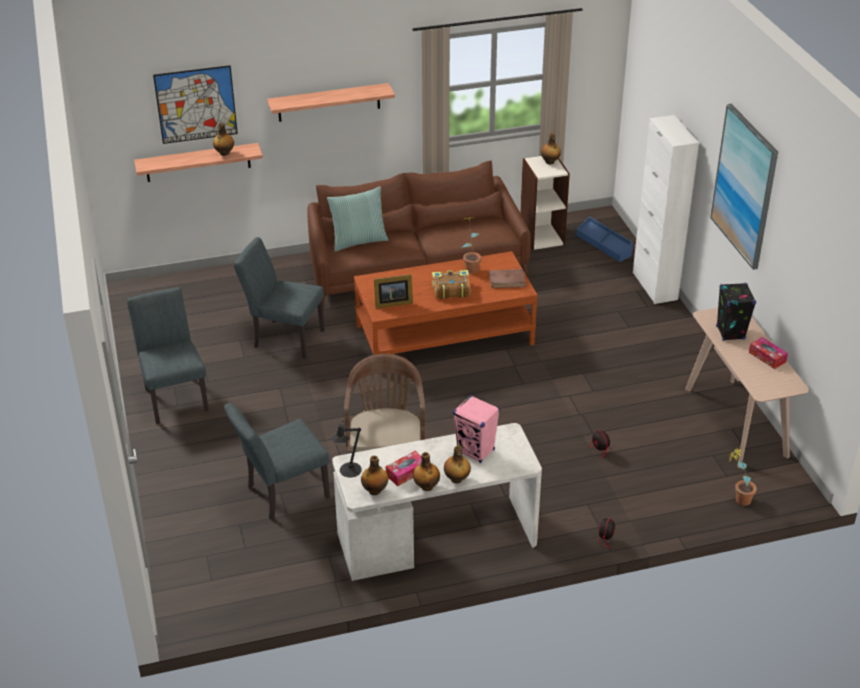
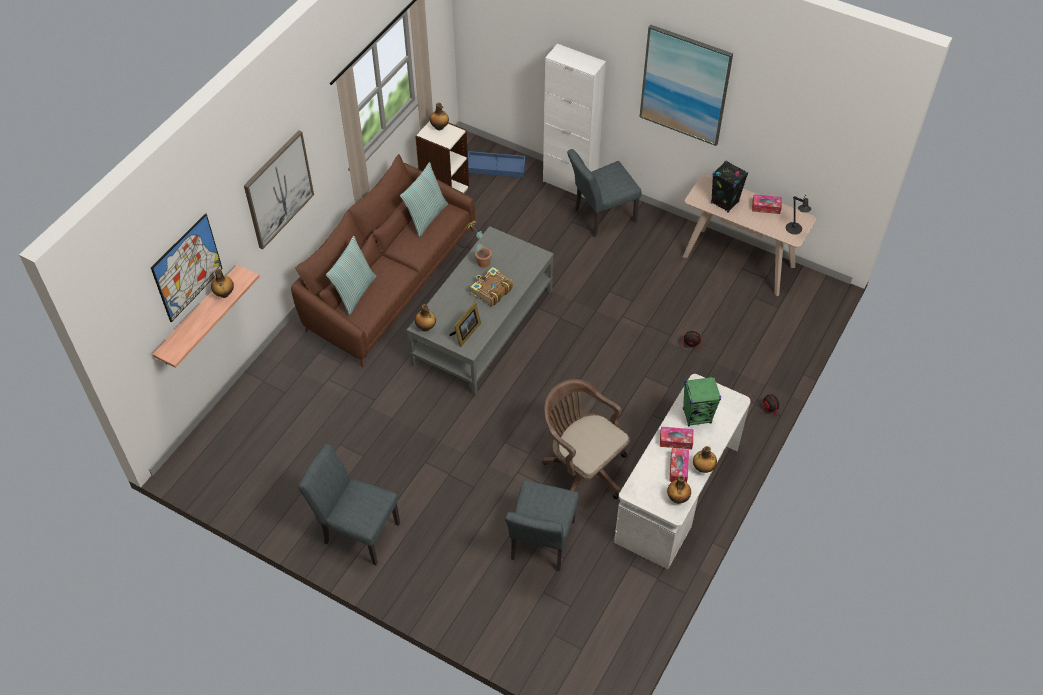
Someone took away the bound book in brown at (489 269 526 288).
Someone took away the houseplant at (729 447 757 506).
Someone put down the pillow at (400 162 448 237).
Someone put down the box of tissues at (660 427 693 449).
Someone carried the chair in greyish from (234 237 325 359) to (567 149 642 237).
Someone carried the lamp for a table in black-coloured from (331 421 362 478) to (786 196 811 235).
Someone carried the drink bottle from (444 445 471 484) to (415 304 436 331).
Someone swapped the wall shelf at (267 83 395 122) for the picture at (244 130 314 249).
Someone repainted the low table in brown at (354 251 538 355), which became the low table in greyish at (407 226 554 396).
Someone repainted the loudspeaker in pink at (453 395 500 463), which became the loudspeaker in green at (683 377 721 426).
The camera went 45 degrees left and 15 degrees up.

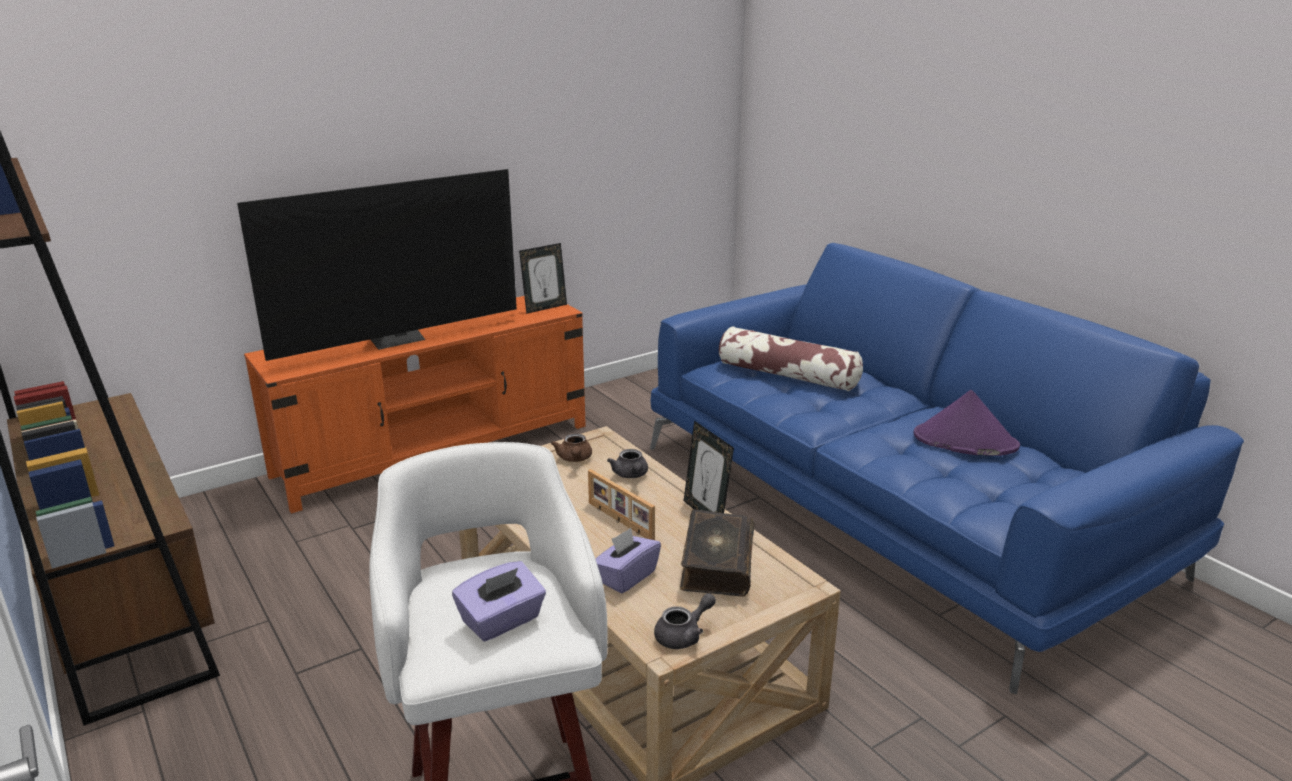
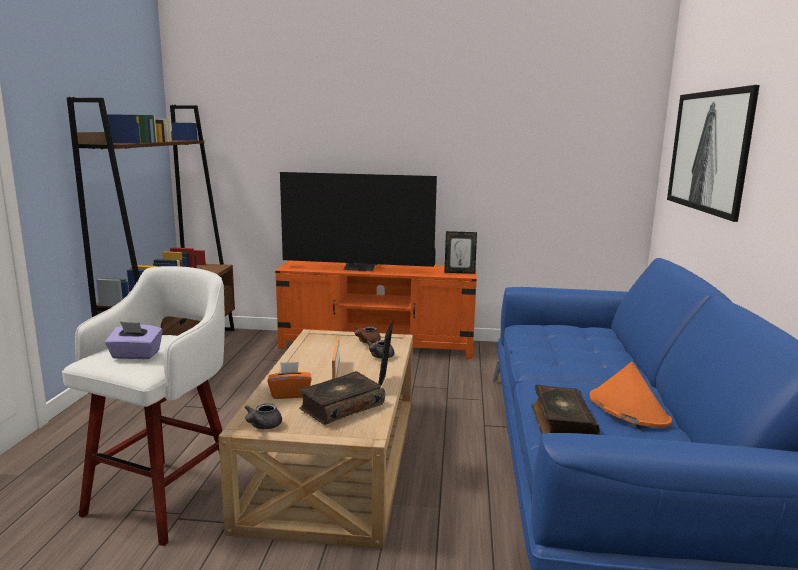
Someone took away the pillow at (719 326 863 391).
Someone put down the bound book at (532 385 600 435).
Someone put up the picture at (667 85 760 222).
Someone repainted the box of tissues in purplish at (596 528 661 593), which became the box of tissues in orangey at (268 362 312 399).
Someone repainted the clothing hat in purplish at (913 390 1020 456), which became the clothing hat in orangey at (589 362 672 428).
Someone rotated the pot for tea in greyish at (654 593 716 649) by 105 degrees clockwise.
The camera went 40 degrees right and 10 degrees down.

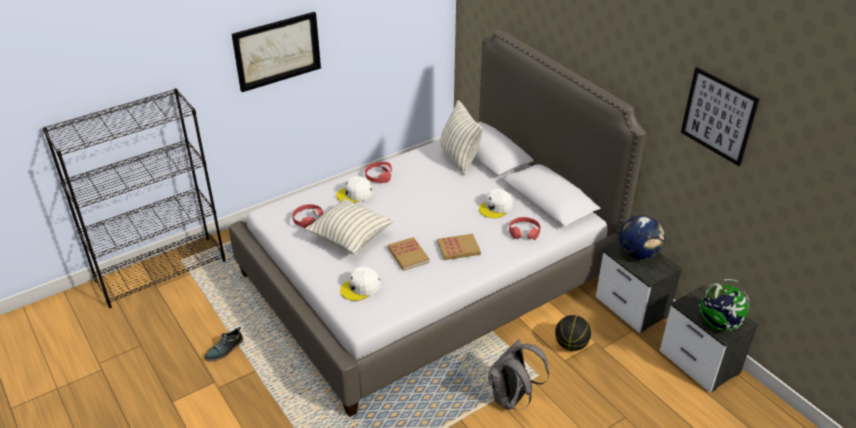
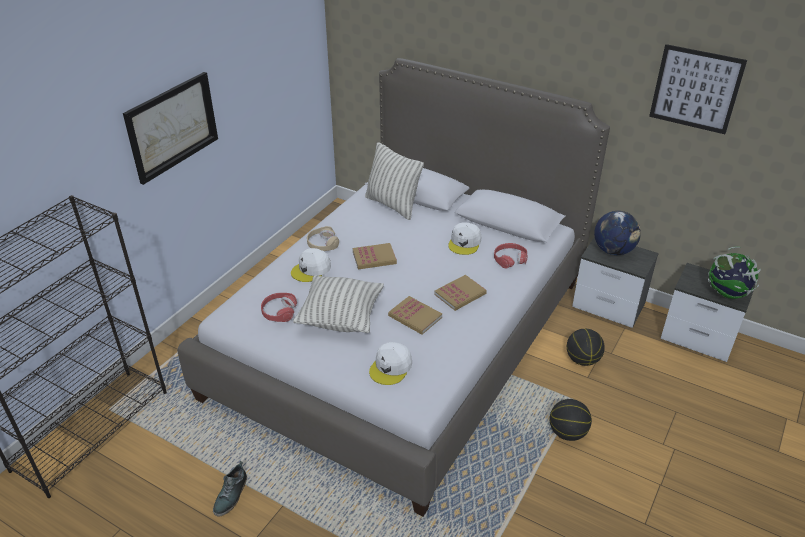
Someone put down the bound book at (353 243 397 269).
Someone swapped the backpack in greyish at (488 339 549 410) for the ball for basketball at (550 399 592 441).
Someone repainted the headset in red-coloured at (365 162 392 183), which became the headset in beige-coloured at (307 226 339 251).
The camera went 25 degrees left and 0 degrees up.

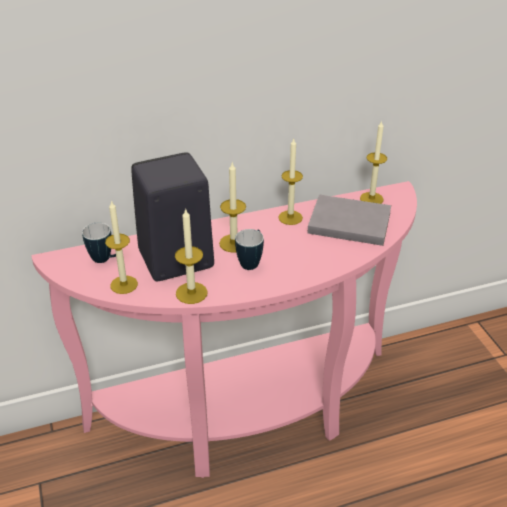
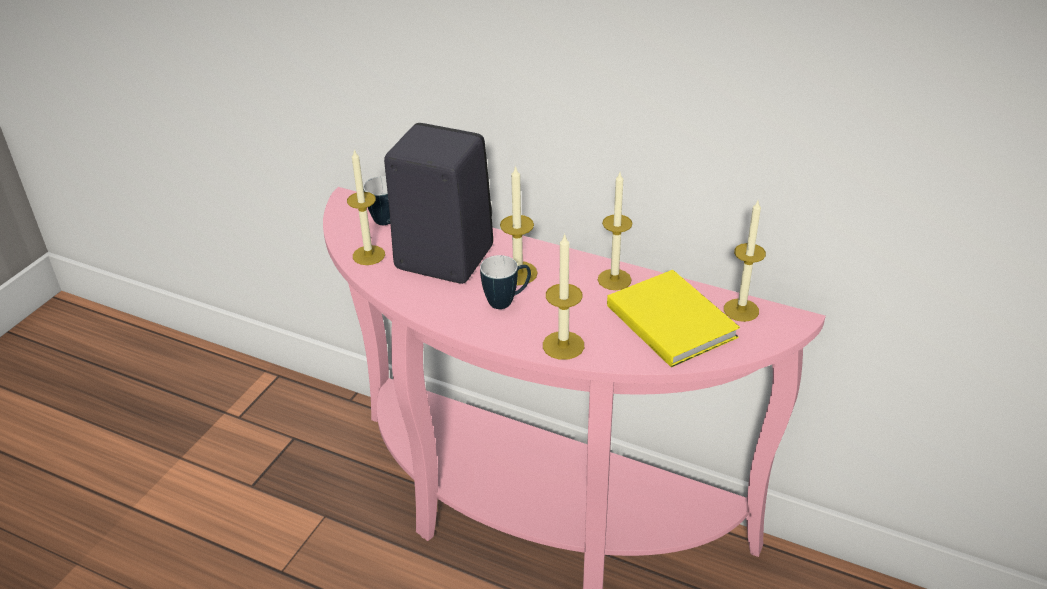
Someone carried the wax candle from (175 208 208 304) to (543 234 584 360).
Someone repainted the bound book in greyish at (308 195 391 246), which became the bound book in yellow-coloured at (607 270 740 367).
The camera went 45 degrees right and 0 degrees up.

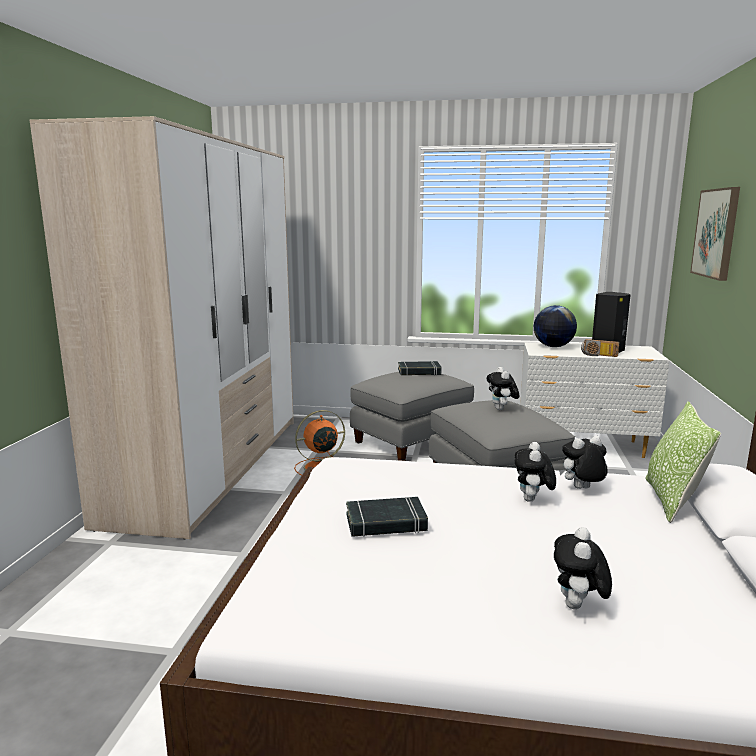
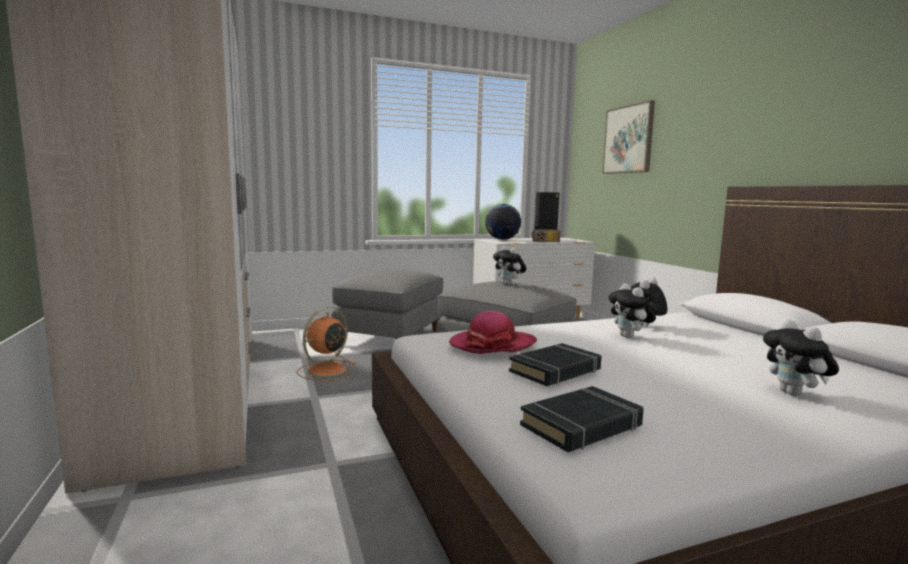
Someone took away the pillow at (646 401 721 523).
Someone put down the clothing hat at (449 311 537 354).
Someone carried the bound book in black-coloured from (398 361 442 376) to (520 386 644 452).
The camera went 30 degrees left and 5 degrees down.

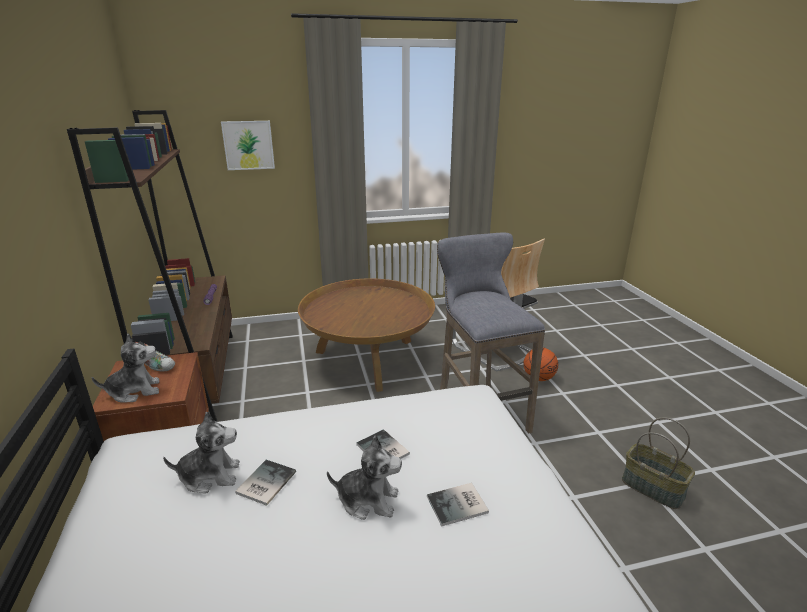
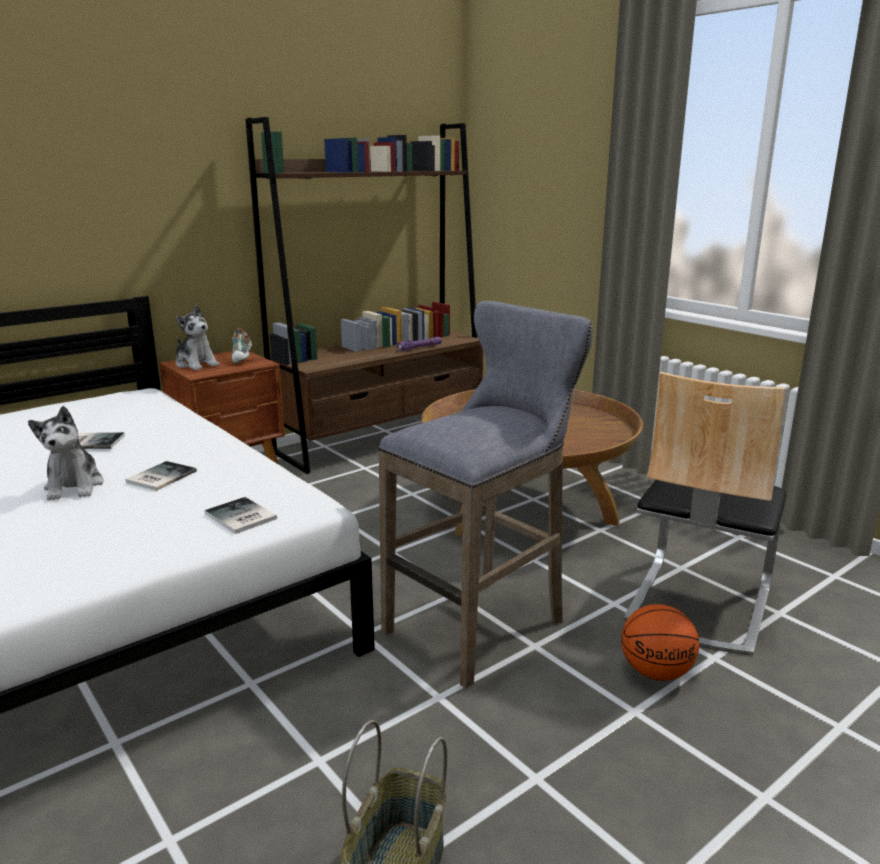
Someone took away the plush toy at (163 412 240 494).
Someone took away the picture at (221 121 275 170).
Someone carried the bound book from (427 483 489 527) to (205 497 277 534).
The camera went 65 degrees right and 5 degrees down.

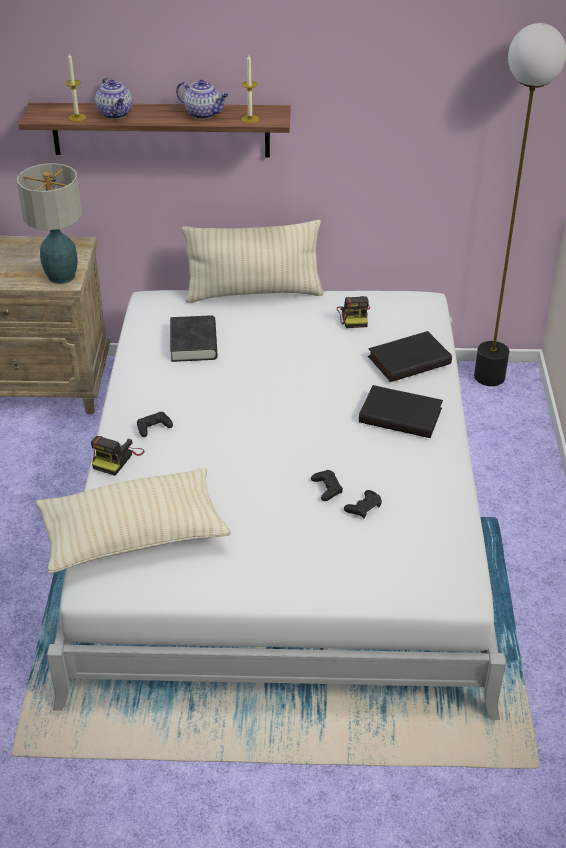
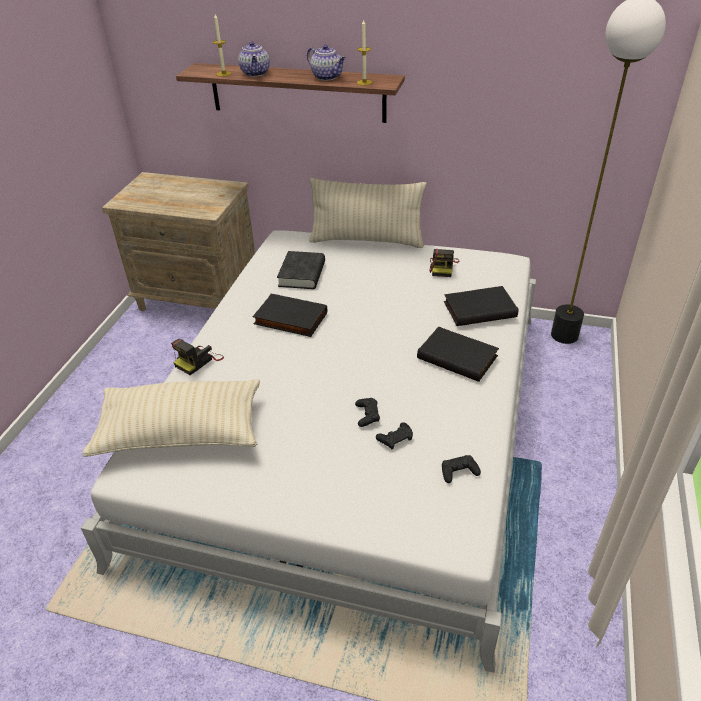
Someone took away the lamp for a table at (17 163 82 284).
Someone put down the bound book in black-coloured at (253 294 327 337).
Someone carried the gamepad in black-coloured from (137 412 173 437) to (442 455 481 483).
The camera went 15 degrees right and 0 degrees up.

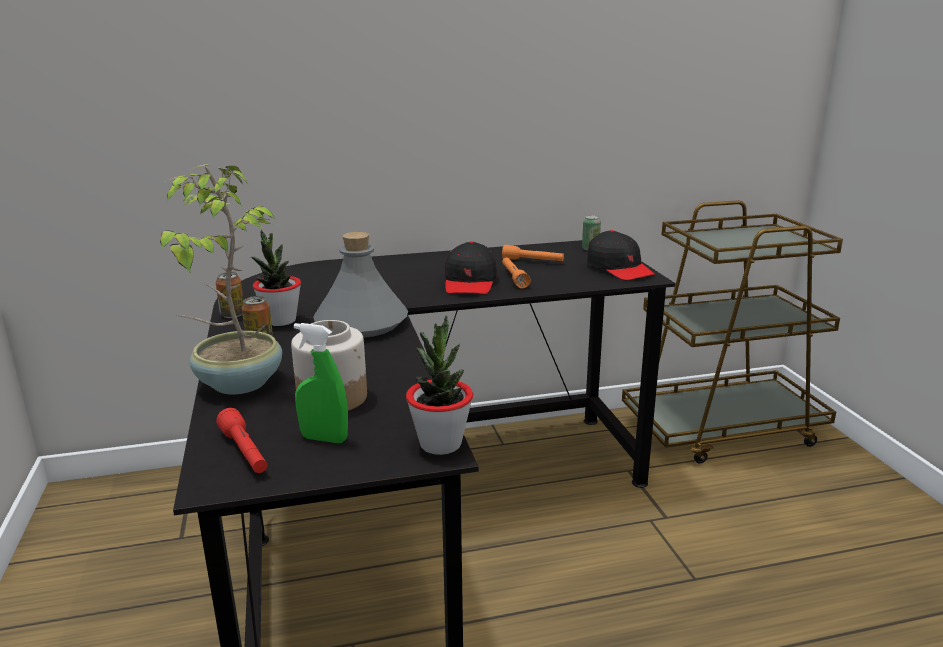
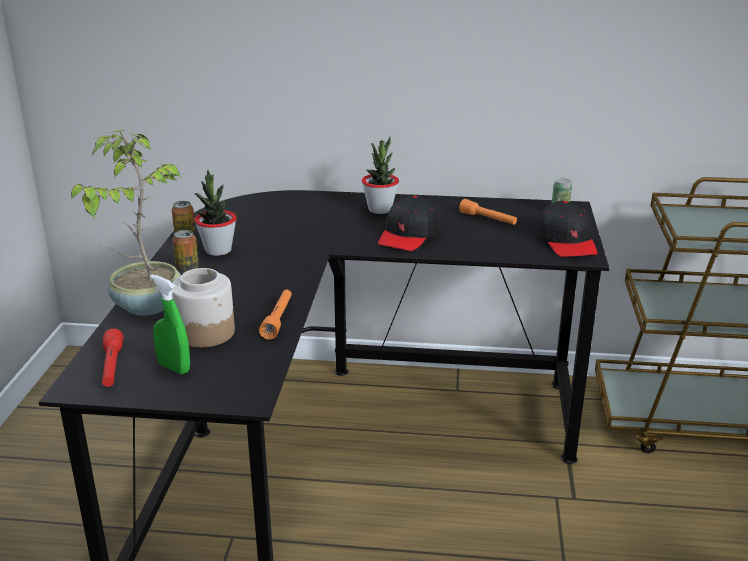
Someone took away the drink bottle in greyish at (313 232 408 338).
Someone carried the houseplant from (406 315 473 455) to (362 137 399 214).
Someone carried the torch in orangey from (502 257 531 289) to (259 290 292 340).
The camera went 20 degrees right and 5 degrees up.

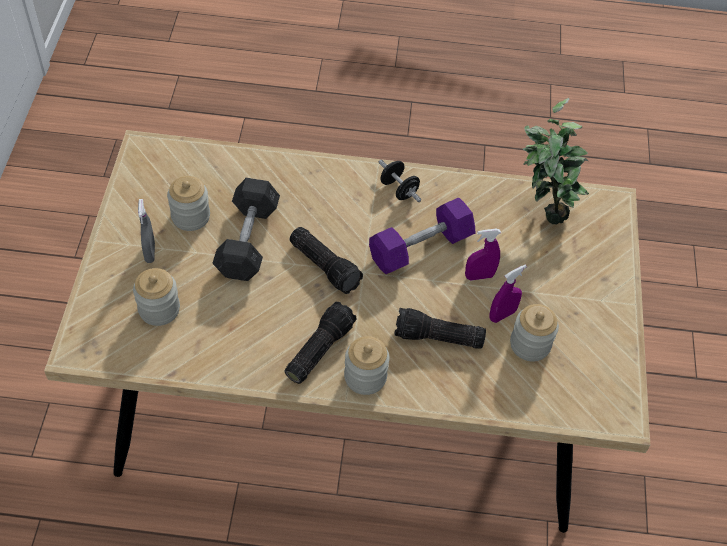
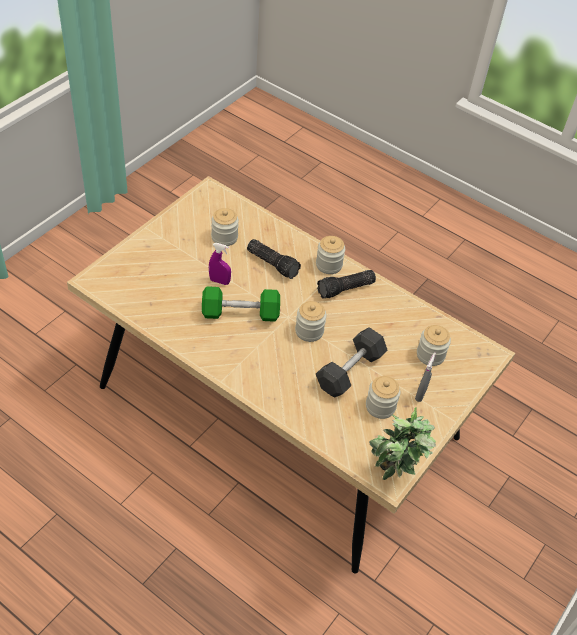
Someone took away the free weight in black-coloured at (379 160 421 202).
Someone took away the sprayer in purplish at (489 265 527 323).
Someone carried the houseplant from (522 98 589 224) to (369 407 436 480).
Someone swapped the torch at (290 227 363 294) for the storage jar at (295 301 327 342).
Someone repainted the free weight in purplish at (369 197 475 274), which became the free weight in green at (202 286 280 322).
The camera went 150 degrees left and 5 degrees down.

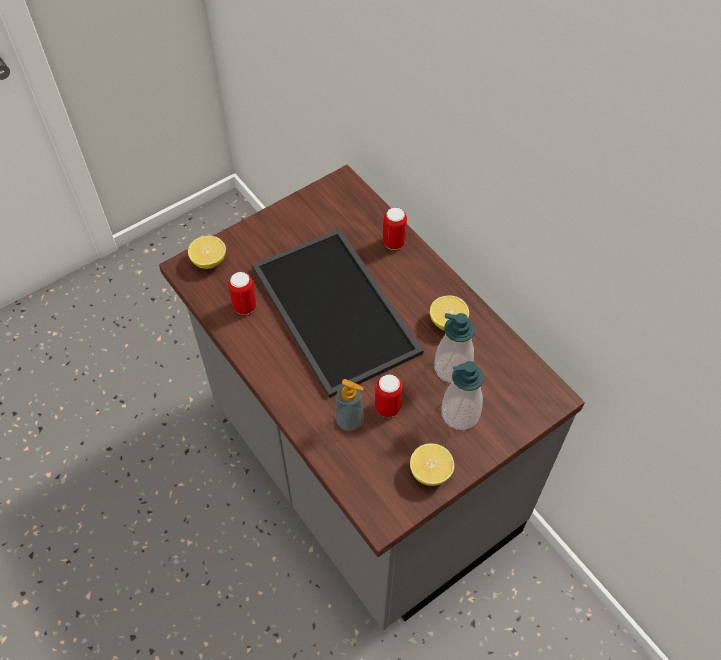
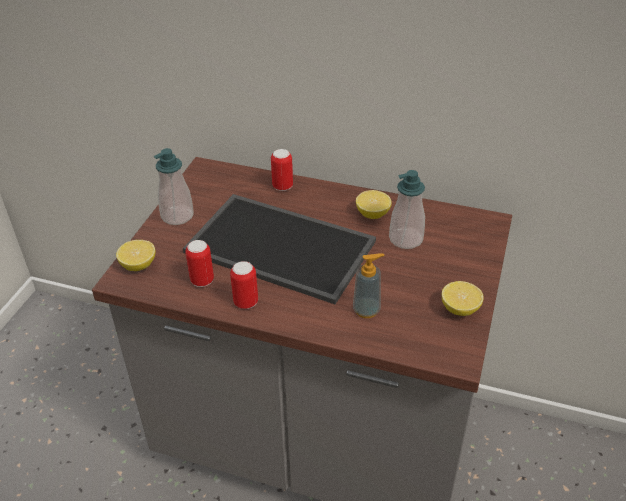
Someone carried the metal can from (375 374 403 417) to (230 261 258 309).
Someone carried the soap bottle from (441 361 484 430) to (154 148 194 225).
The camera went 35 degrees left and 15 degrees down.

